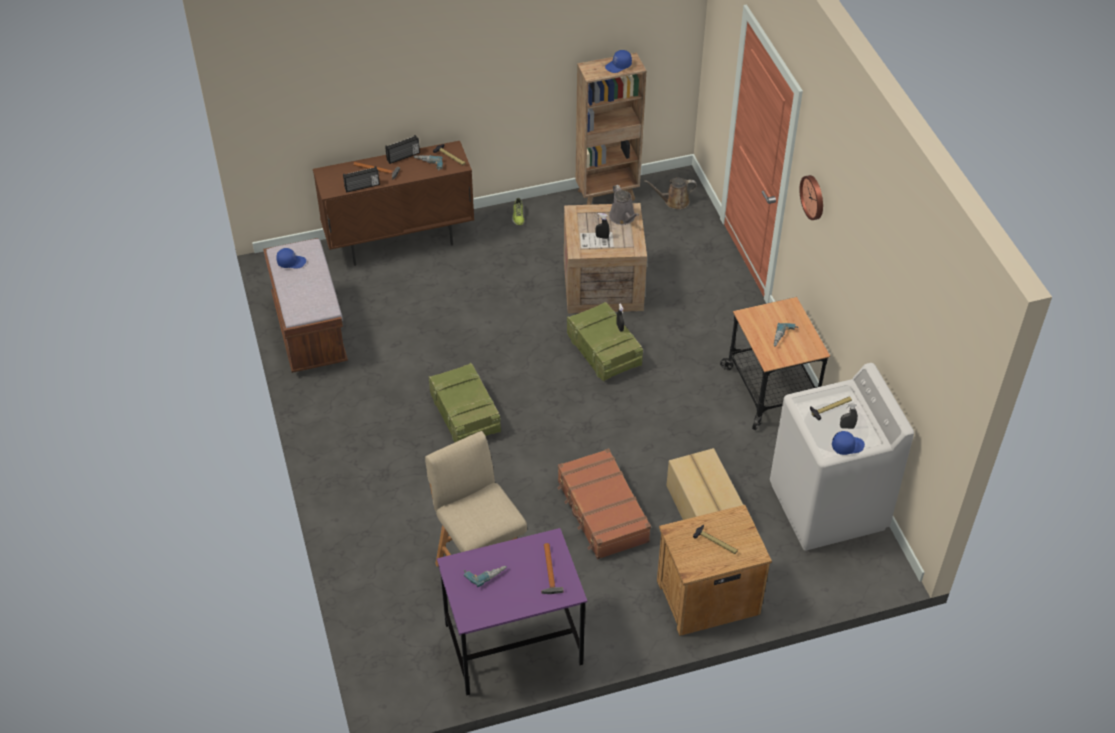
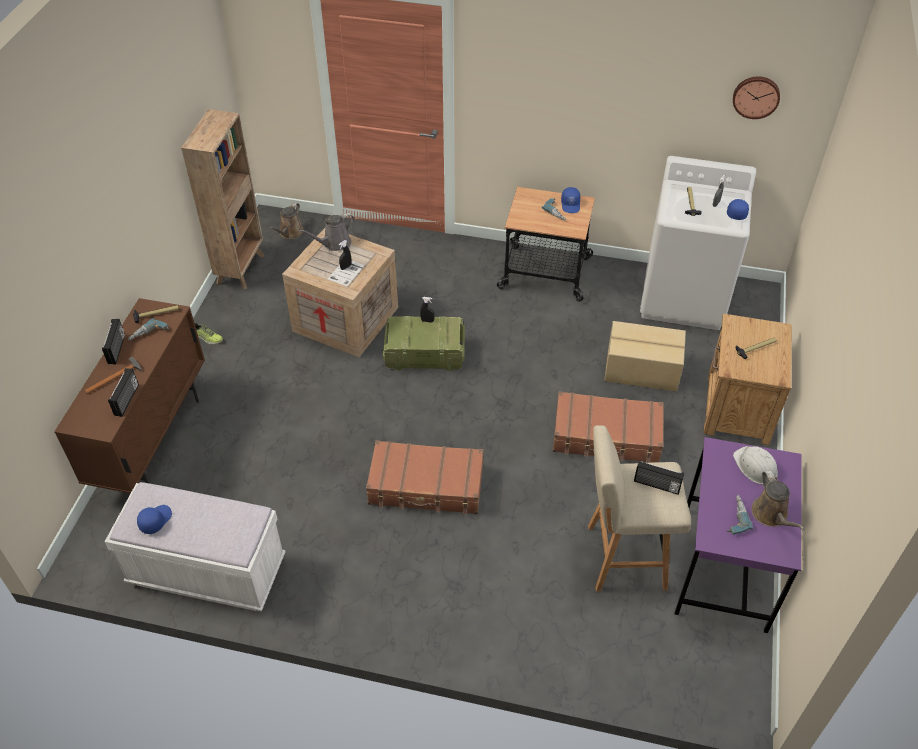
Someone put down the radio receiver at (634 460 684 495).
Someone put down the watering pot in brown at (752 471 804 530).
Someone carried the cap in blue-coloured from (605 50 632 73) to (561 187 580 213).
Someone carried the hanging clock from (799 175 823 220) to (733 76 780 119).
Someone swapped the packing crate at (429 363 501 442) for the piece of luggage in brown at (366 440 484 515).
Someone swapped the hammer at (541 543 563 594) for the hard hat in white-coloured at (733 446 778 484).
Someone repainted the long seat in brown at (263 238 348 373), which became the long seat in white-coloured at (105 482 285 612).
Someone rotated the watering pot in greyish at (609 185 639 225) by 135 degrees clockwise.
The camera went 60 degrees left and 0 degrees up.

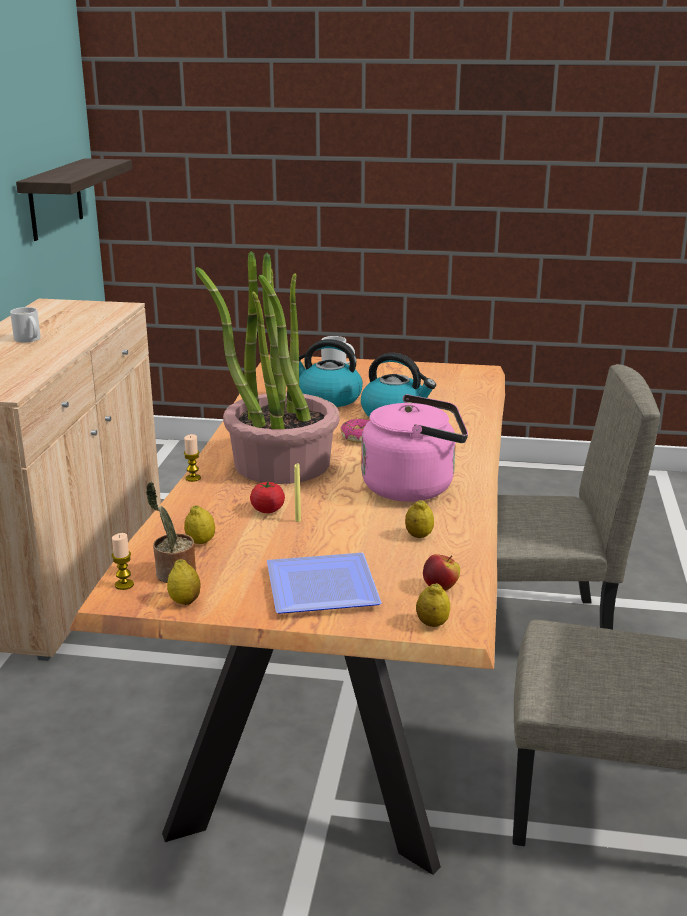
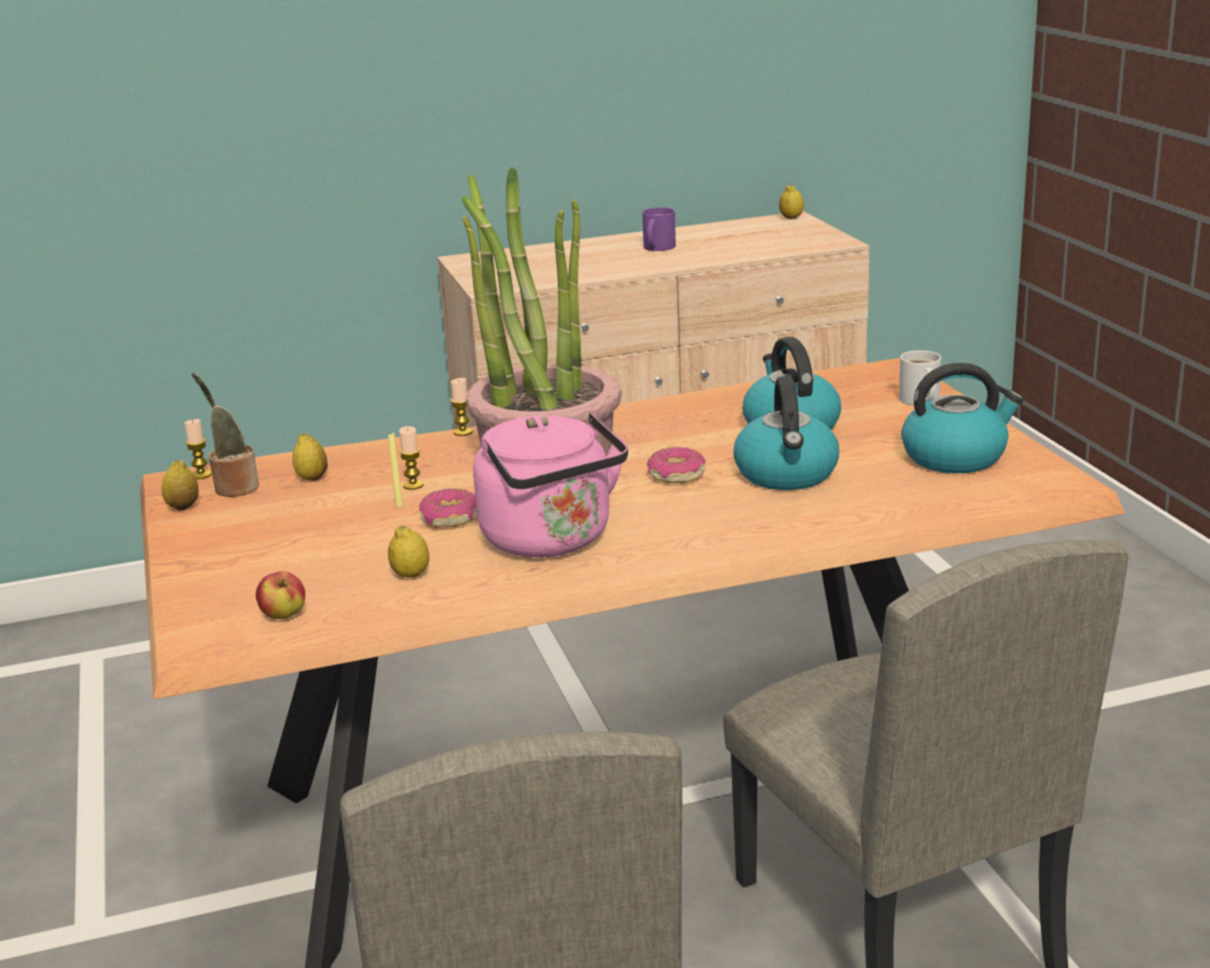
Someone took away the wall shelf at (16 158 132 241).
Someone took away the plate at (267 553 381 614).
Someone put down the ring doughnut at (419 489 477 528).
Someone put down the tea kettle at (901 363 1024 473).
Someone carried the whole lemon from (416 583 450 627) to (779 184 804 219).
Someone swapped the fresh tomato at (250 482 285 513) for the wax candle at (399 426 424 490).
Someone repainted the coffee mug in white-coloured at (10 307 41 342), which became the coffee mug in purplish at (642 207 676 251).
The camera went 65 degrees right and 0 degrees up.

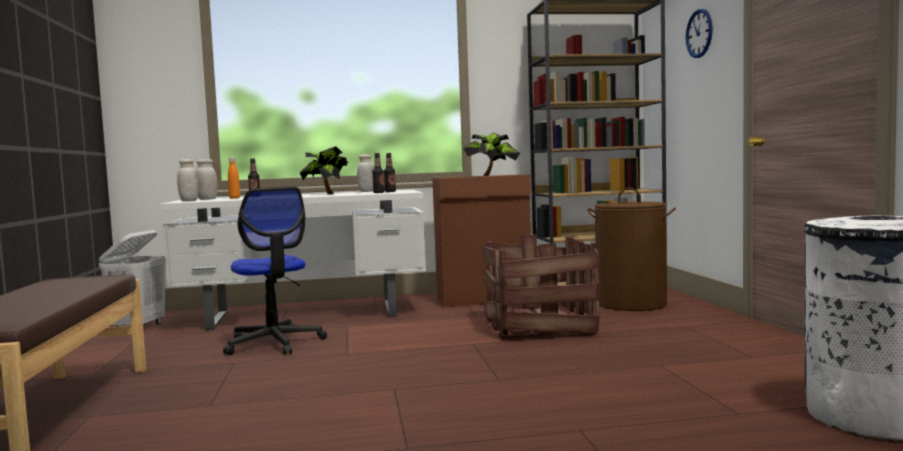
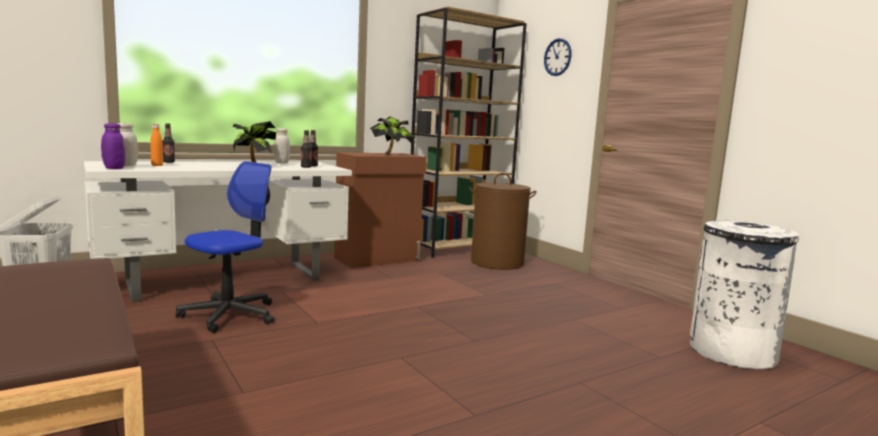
Someone took away the packing crate at (482 234 600 341).
Someone repainted the storage jar in white-coloured at (177 159 198 201), which became the storage jar in purplish at (101 123 125 169).
Someone rotated the desk chair at (223 187 327 355) by 90 degrees counterclockwise.
The camera went 25 degrees left and 5 degrees up.

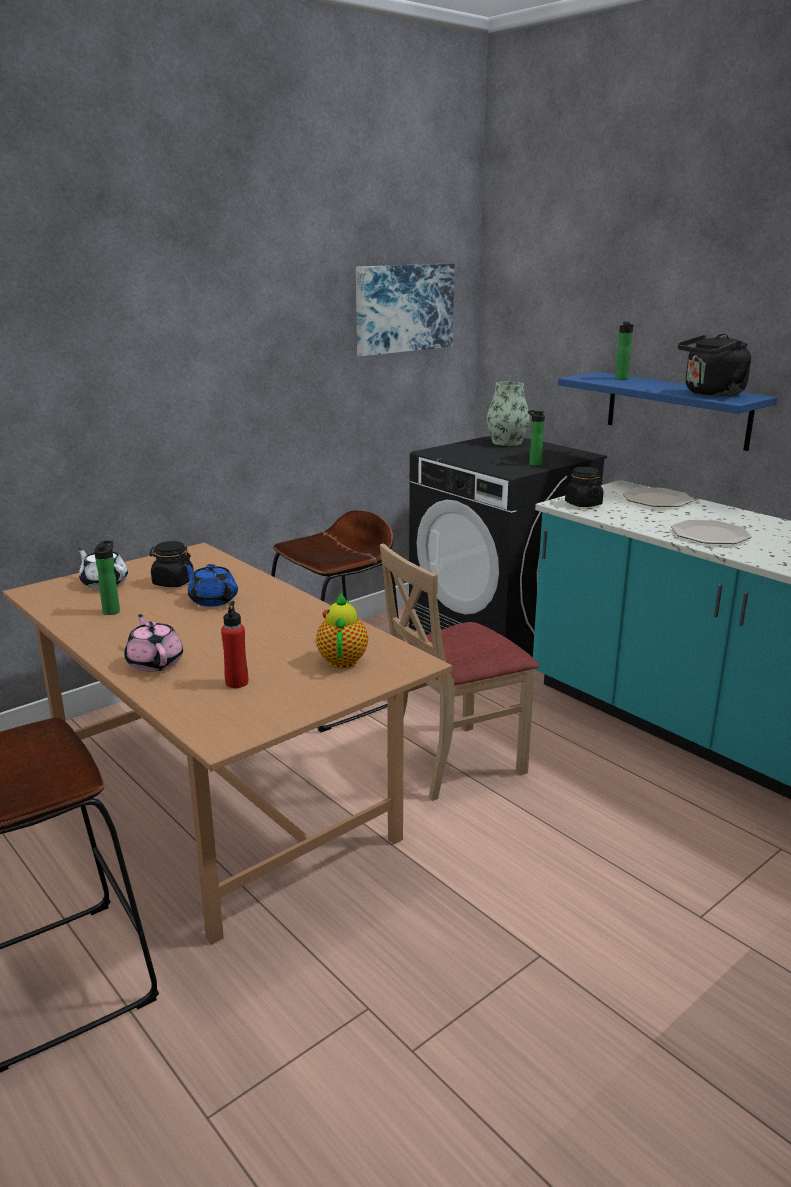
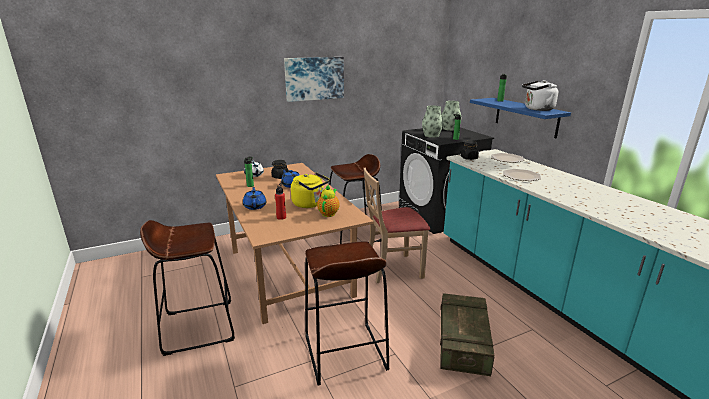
Someone put down the tea kettle in yellow-coloured at (291 172 330 208).
Someone put down the stool seat in brown at (305 242 389 386).
Someone put down the flower vase at (422 106 444 138).
Someone put down the packing crate at (440 293 494 376).
Someone carried the picture from (356 264 454 356) to (284 57 344 102).
Someone repainted the pot for tea in pink at (124 614 183 672), which became the pot for tea in blue-coloured at (243 187 267 210).
Someone repainted the tea kettle in black-coloured at (678 334 751 396), which became the tea kettle in white-coloured at (522 80 558 111).
The camera went 15 degrees right and 0 degrees up.

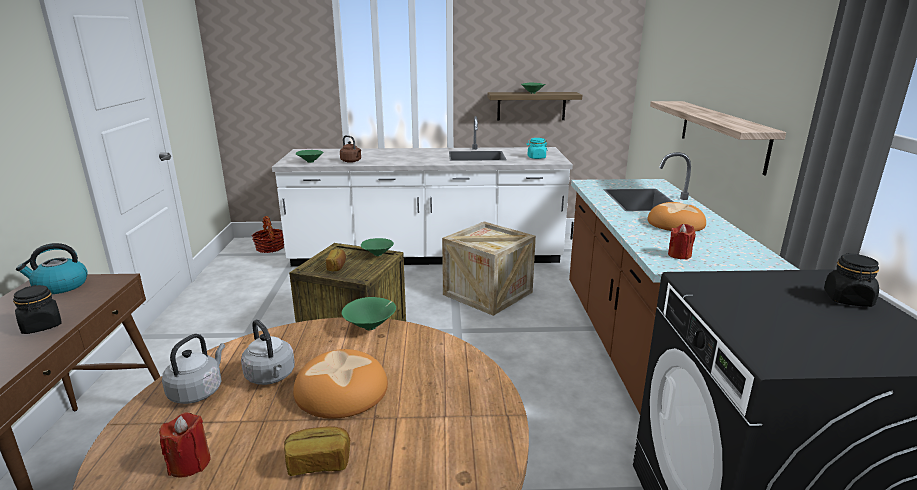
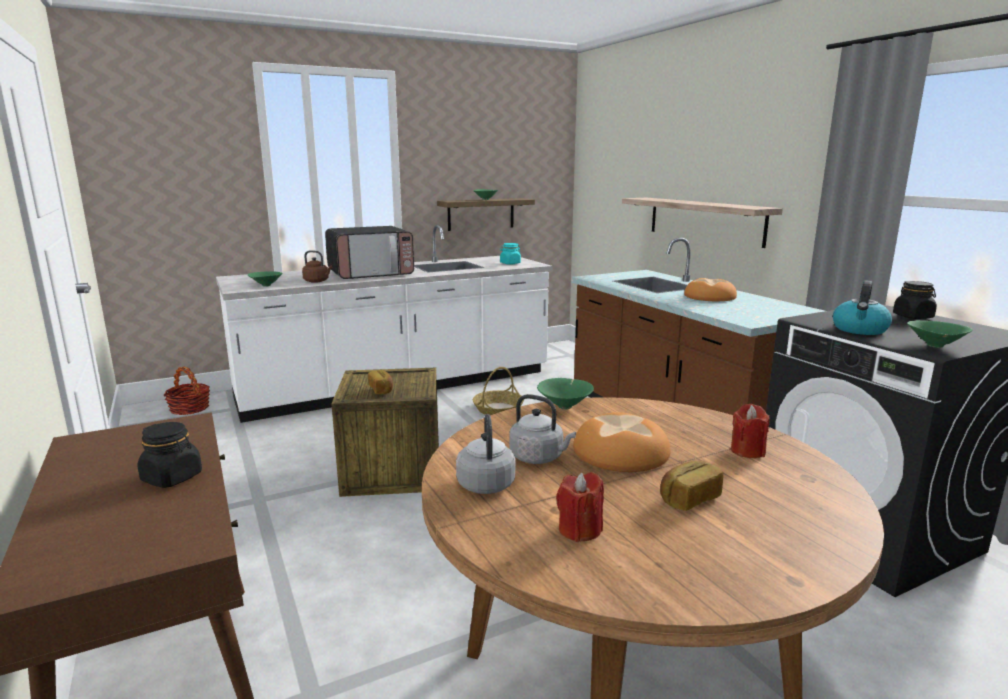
Someone put down the microwave oven at (325 226 414 279).
Someone carried the tea kettle from (16 243 88 294) to (833 280 892 335).
Someone carried the bowl in green from (361 238 394 256) to (907 320 973 348).
Someone carried the wax candle in red-coloured from (668 224 696 260) to (731 404 770 458).
Someone swapped the packing crate at (442 221 536 316) for the basket at (473 367 524 415).
The camera went 25 degrees left and 5 degrees down.

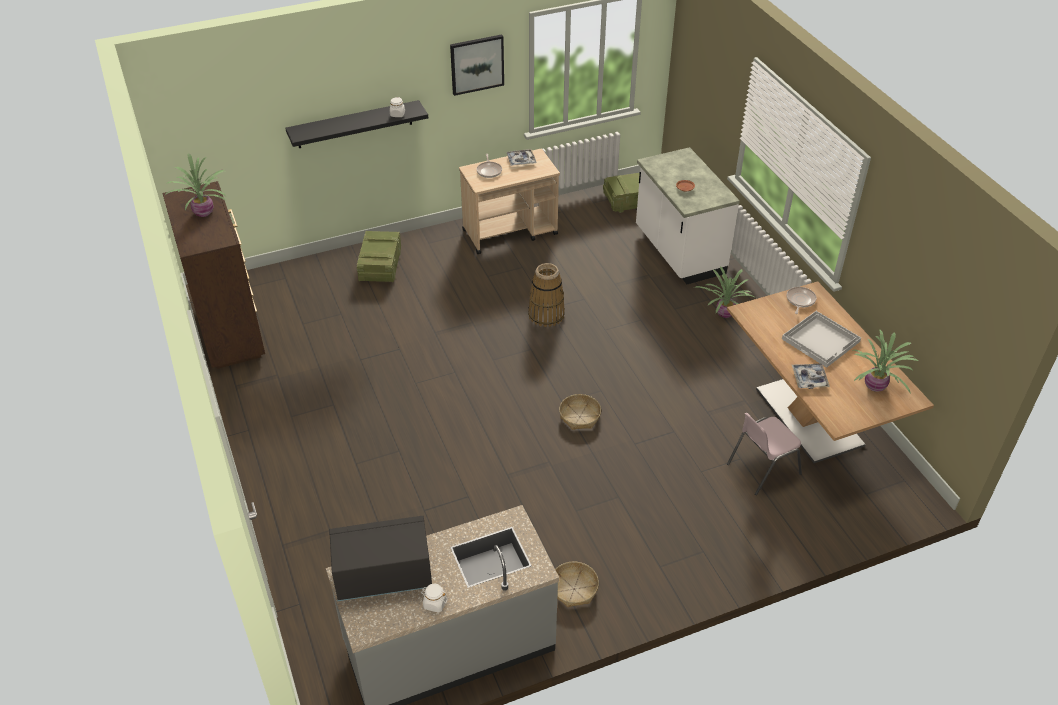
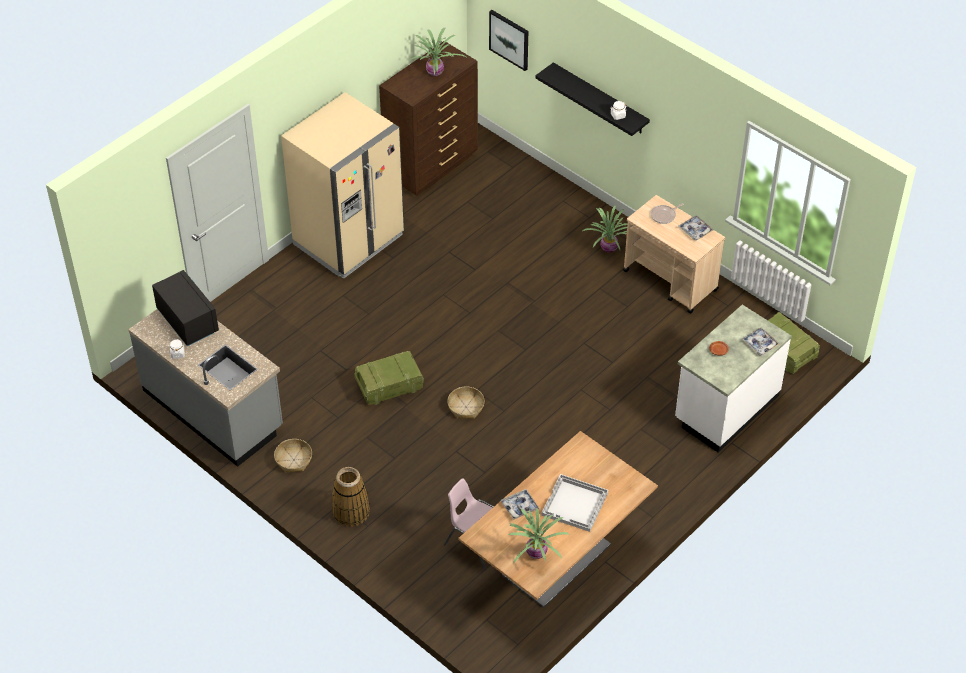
Someone took away the frying pan at (787 287 817 314).
Someone put down the fridge in beige-coloured at (281 92 404 279).
Someone put down the carrying tray at (742 327 780 356).
Someone carried the packing crate from (357 231 401 282) to (354 351 424 405).
Someone carried the picture from (450 35 504 96) to (489 10 528 71).
Someone carried the basket from (528 263 565 327) to (332 467 370 527).
Someone carried the houseplant from (696 267 756 318) to (583 206 628 252).
The camera went 65 degrees right and 5 degrees up.

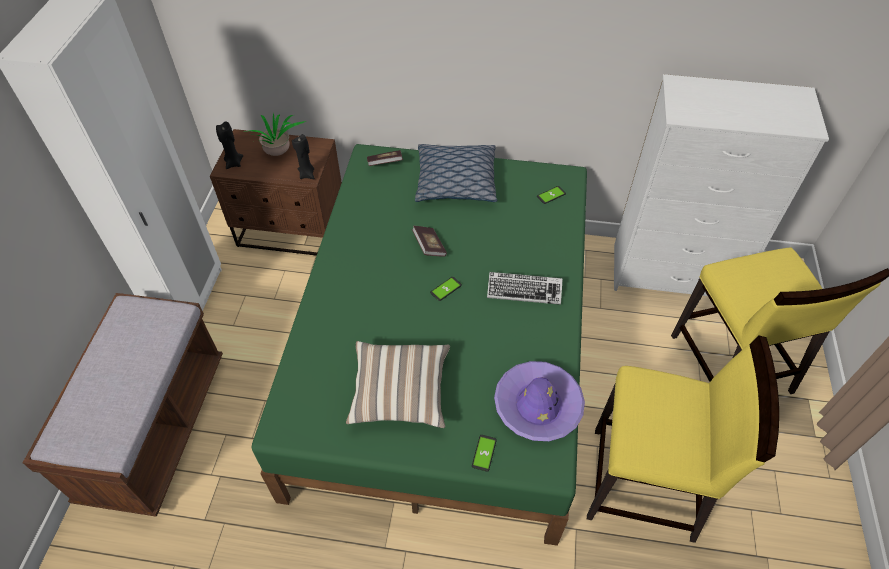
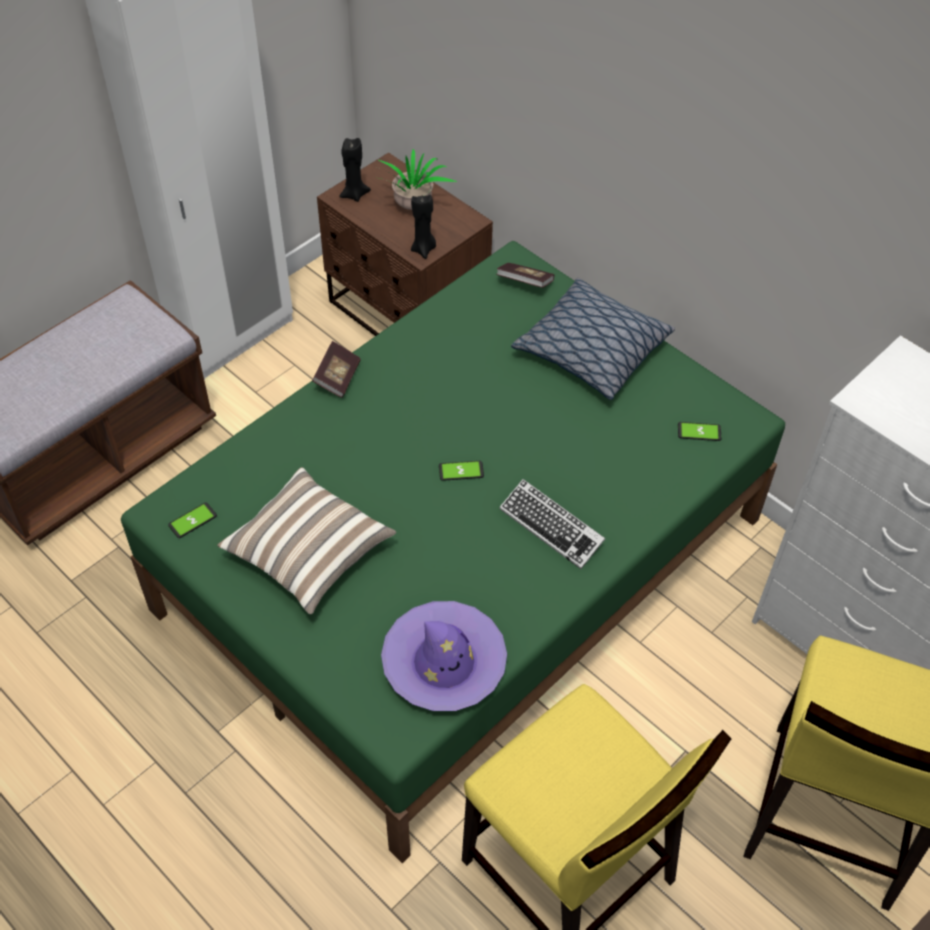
Someone carried the bound book from (412 226 447 257) to (312 341 361 398).
Someone carried the handset from (472 435 497 472) to (168 502 217 538).
The camera went 35 degrees right and 0 degrees up.

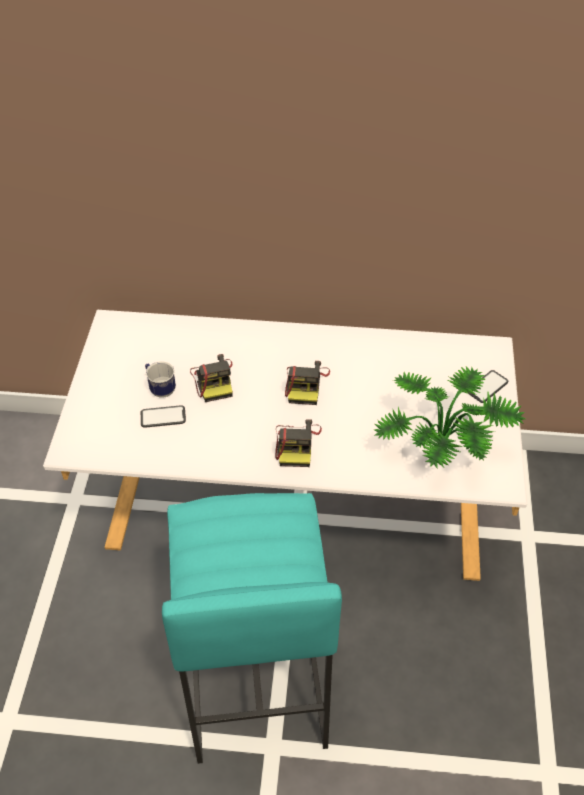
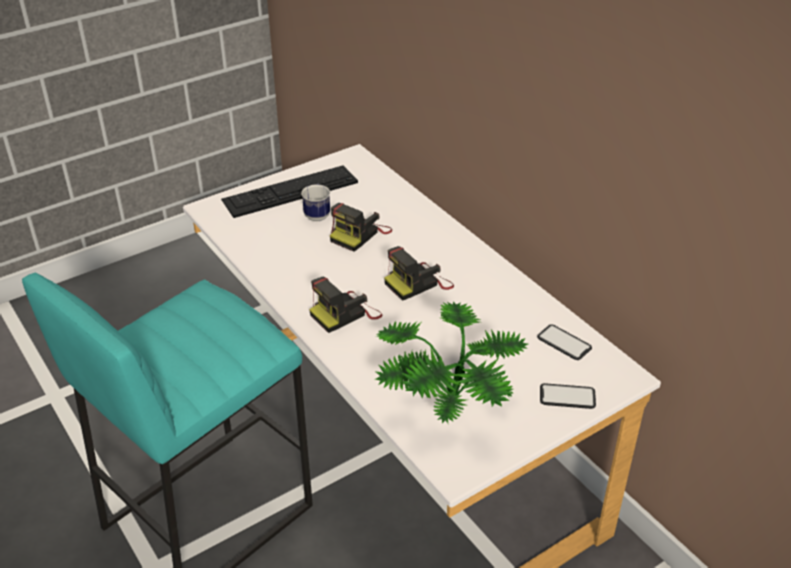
Someone put down the PC keyboard at (221 166 358 218).
Someone carried the handset from (141 405 186 428) to (537 324 592 360).
The camera went 50 degrees right and 10 degrees down.

